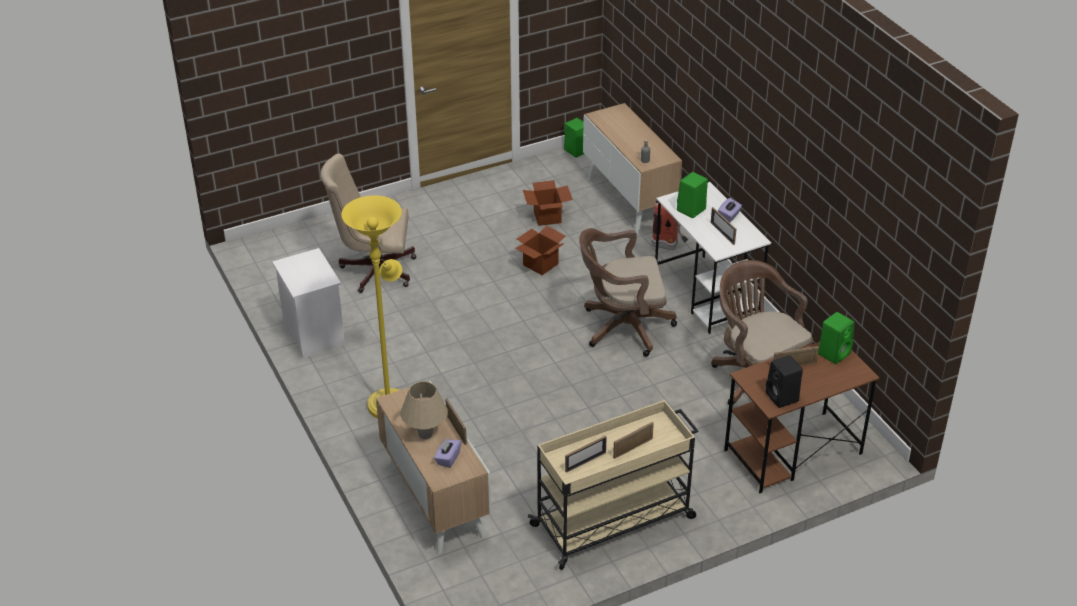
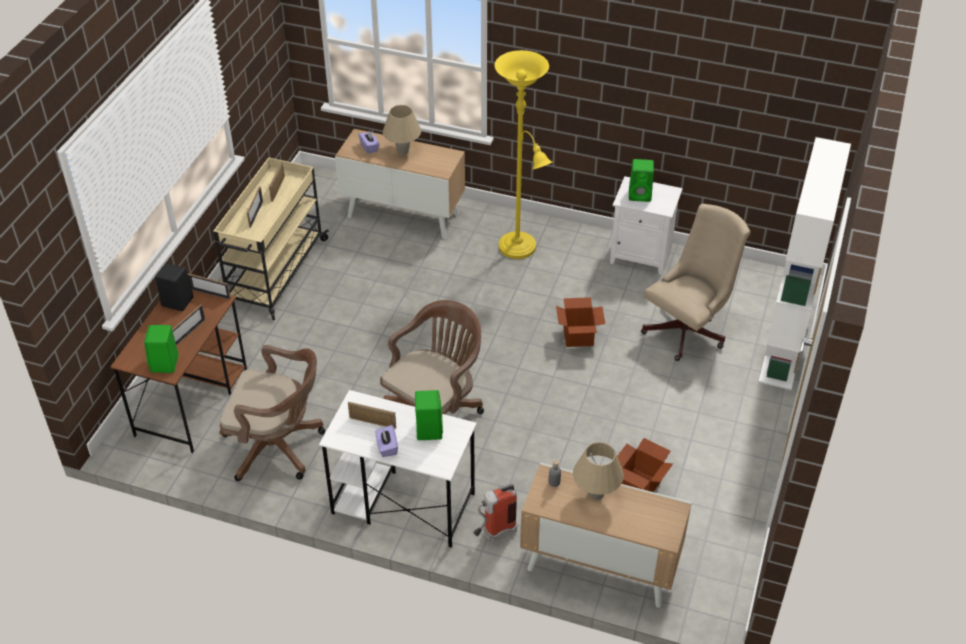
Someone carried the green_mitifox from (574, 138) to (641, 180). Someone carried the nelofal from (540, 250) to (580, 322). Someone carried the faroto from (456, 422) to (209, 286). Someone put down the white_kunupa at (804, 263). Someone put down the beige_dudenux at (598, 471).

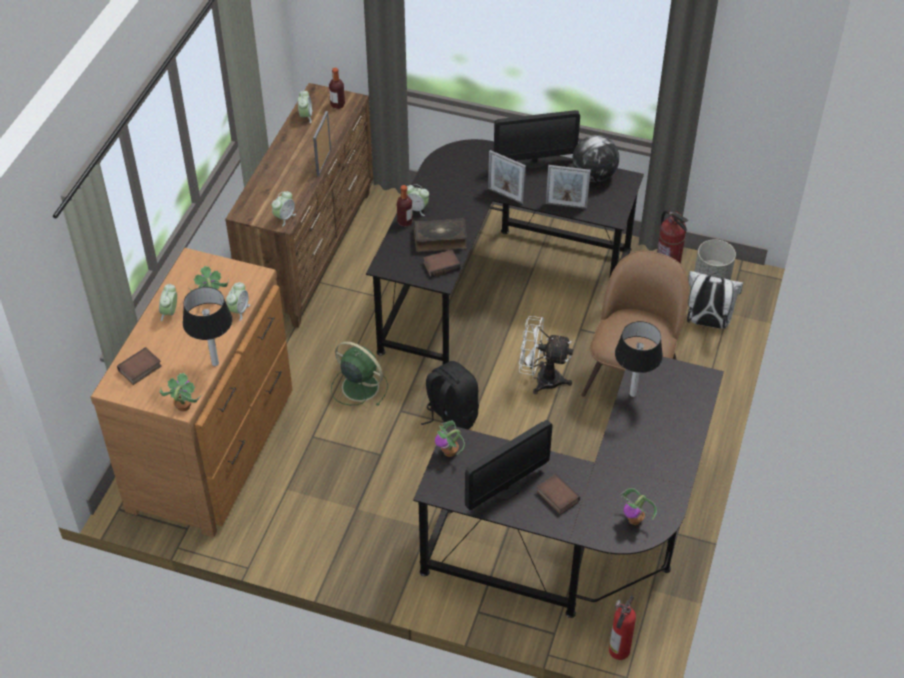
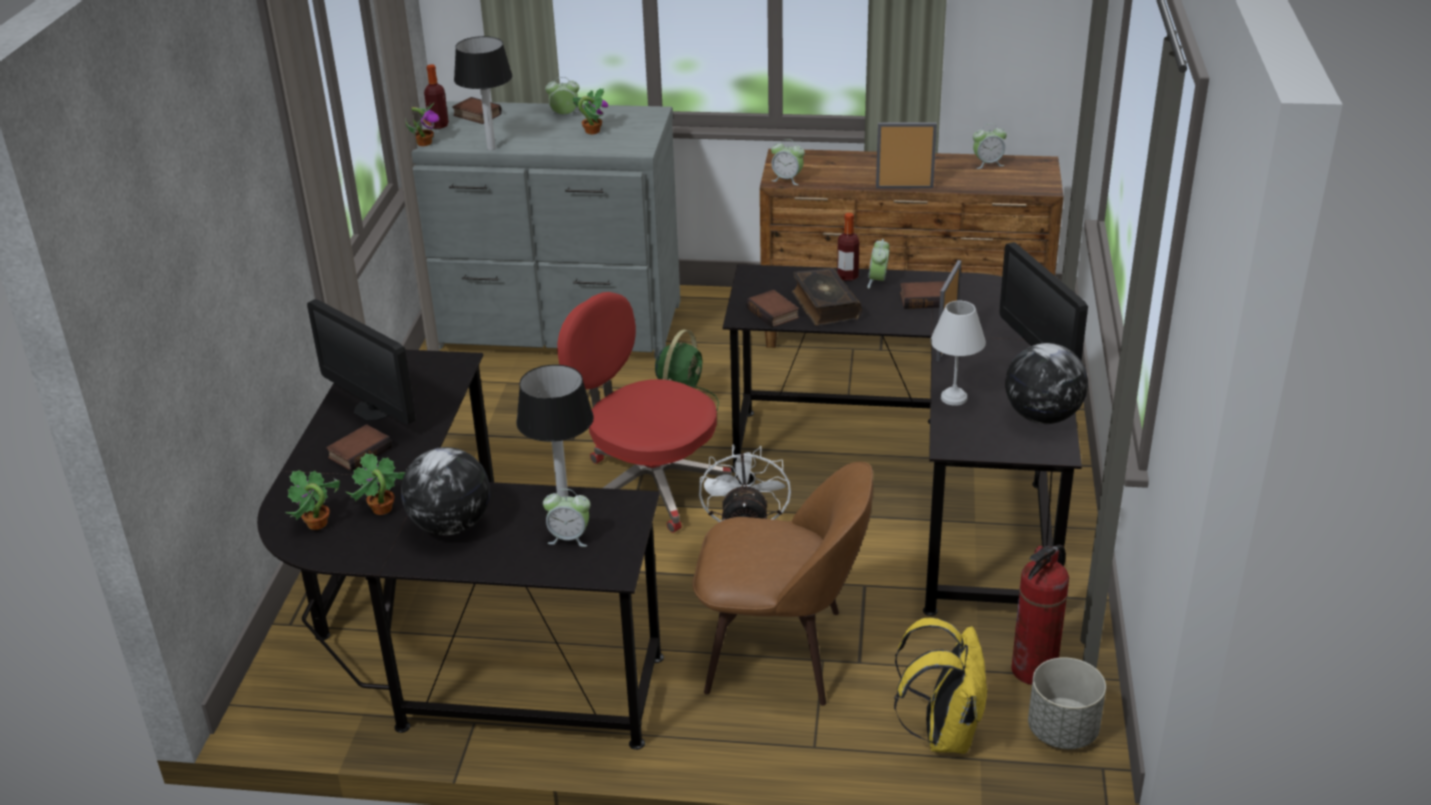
Someone carried the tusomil from (337, 88) to (436, 96). Someone swapped the faroto at (568, 187) for the white_dudenux at (958, 353). Someone repainted the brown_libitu at (192, 392), which became the grey_libitu at (545, 230). Someone repainted the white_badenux at (715, 300), which became the yellow_badenux at (941, 685). Someone carried the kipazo from (238, 301) to (566, 518). Someone swapped the black_badenux at (450, 396) for the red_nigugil at (644, 412). Someone carried the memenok from (450, 439) to (376, 484). Someone took away the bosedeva at (622, 628). Someone put down the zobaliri at (922, 295). Someone put down the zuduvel at (445, 491).

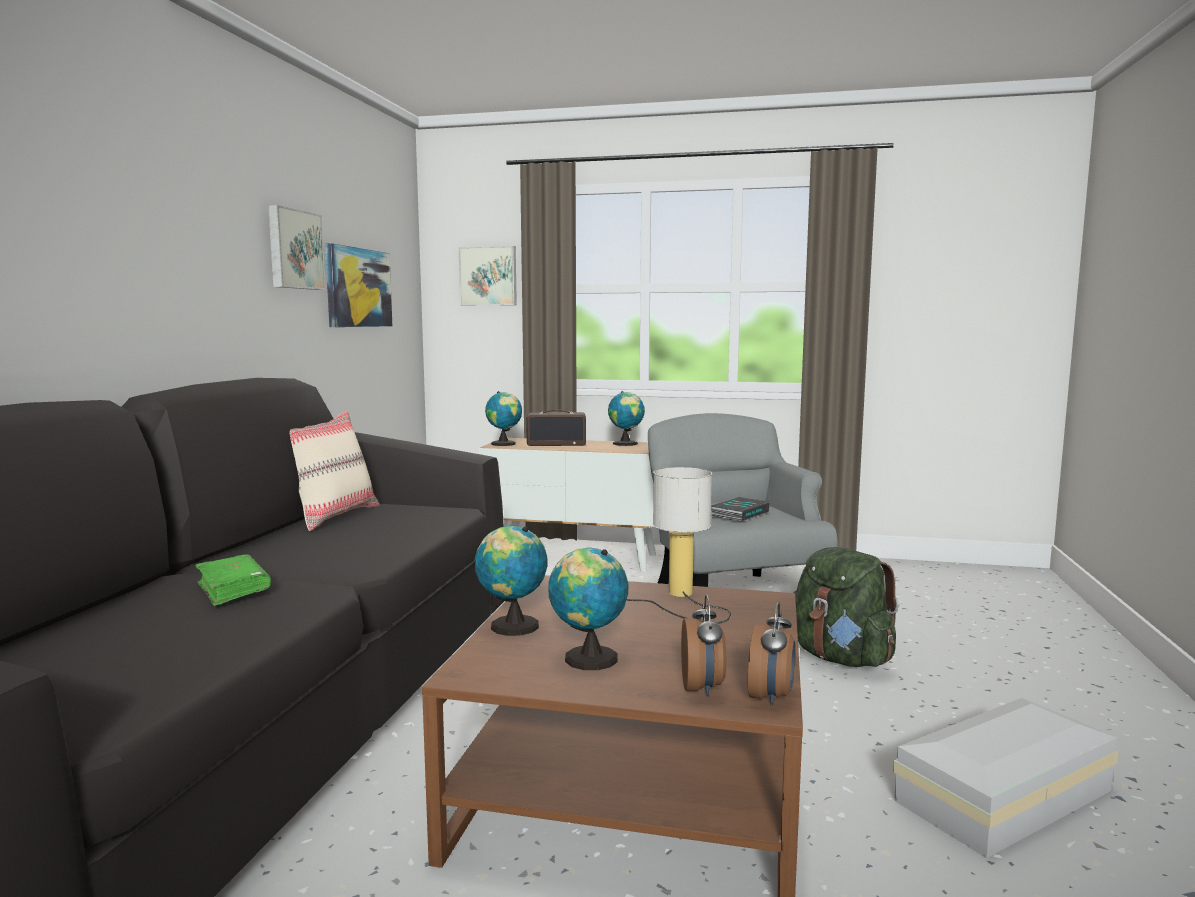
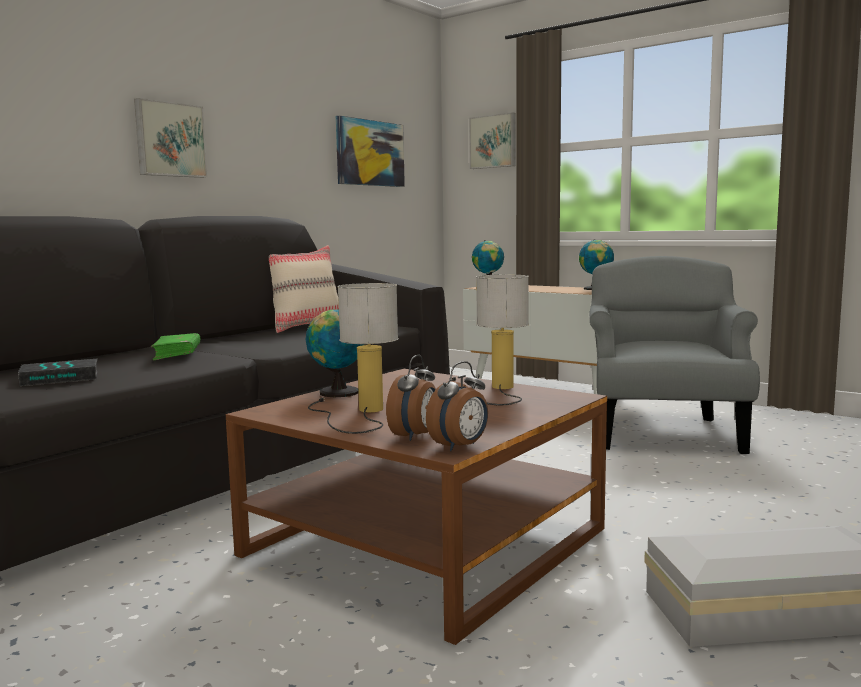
Someone carried the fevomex from (297, 247) to (171, 138). Someone took away the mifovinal at (556, 427). Someone carried the zobaliri from (740, 509) to (57, 372). Someone took away the green_badenux at (846, 607). Someone swapped the zuduvel at (588, 609) for the dudenux at (353, 358).

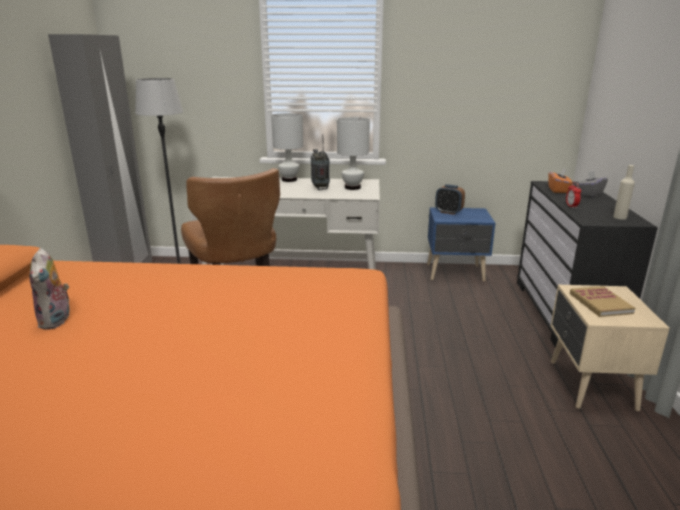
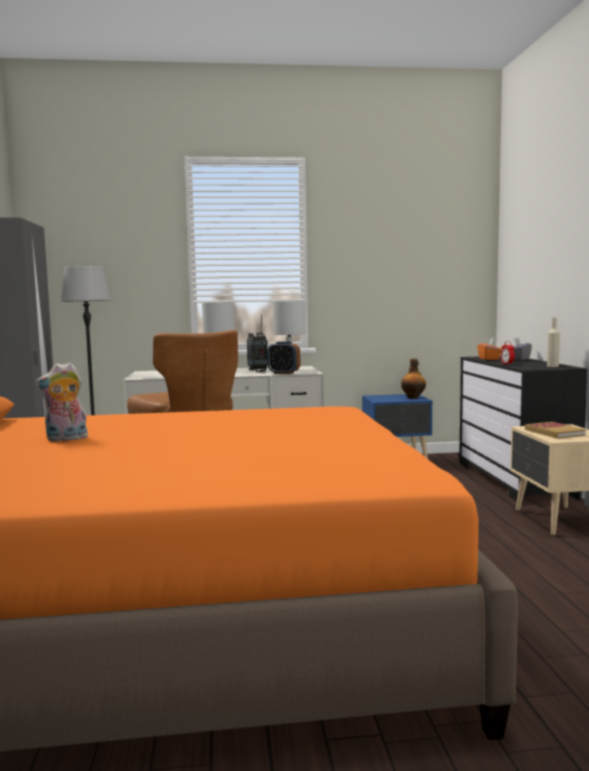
Someone carried the kipazo from (450, 199) to (284, 357). Someone rotated the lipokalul at (50, 289) by 90 degrees clockwise. Someone put down the tusomil at (413, 379).

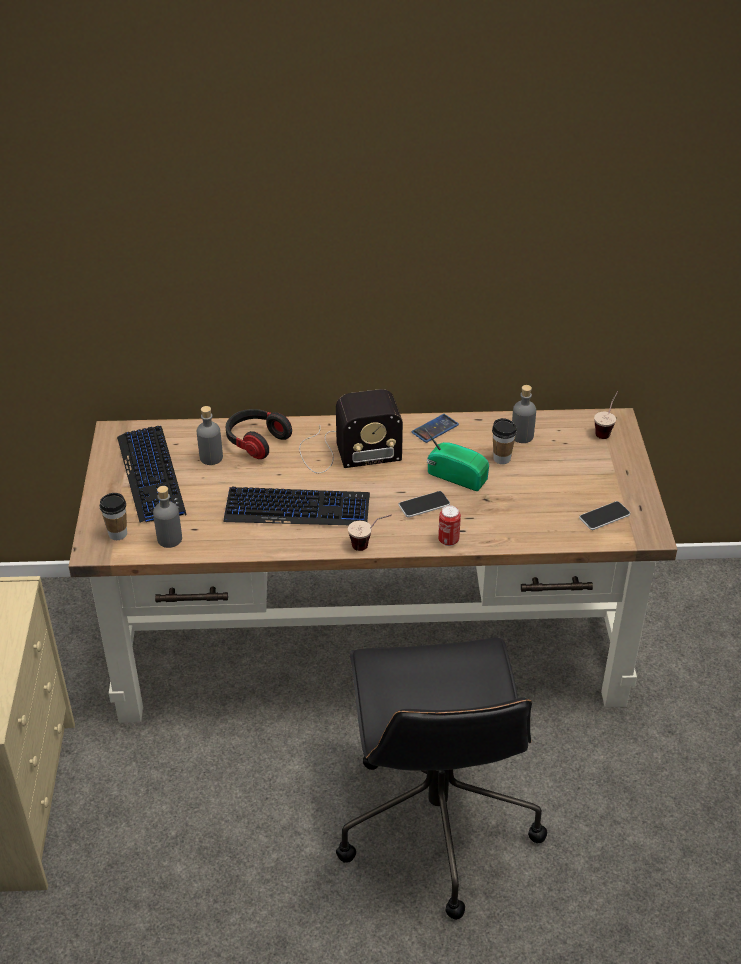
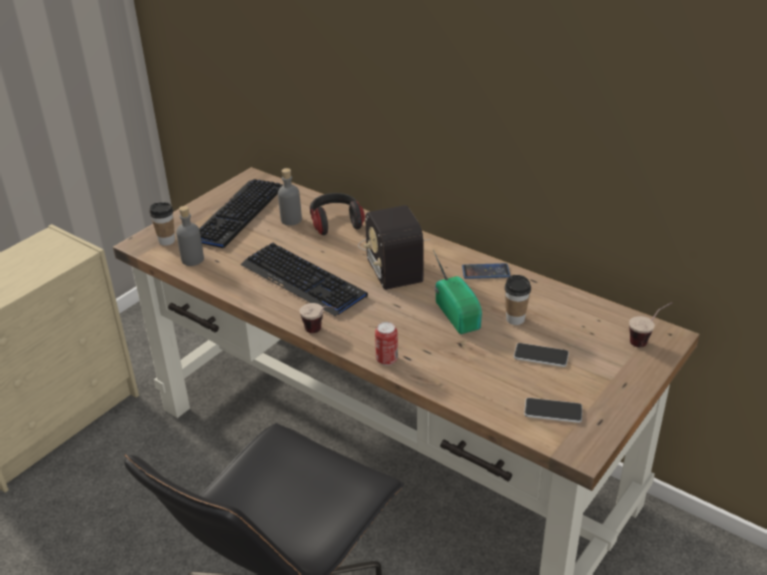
Someone took away the grey_tusomil at (524, 414). Someone rotated the mifovinal at (351, 431) by 45 degrees clockwise. Someone carried the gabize from (424, 504) to (541, 355).

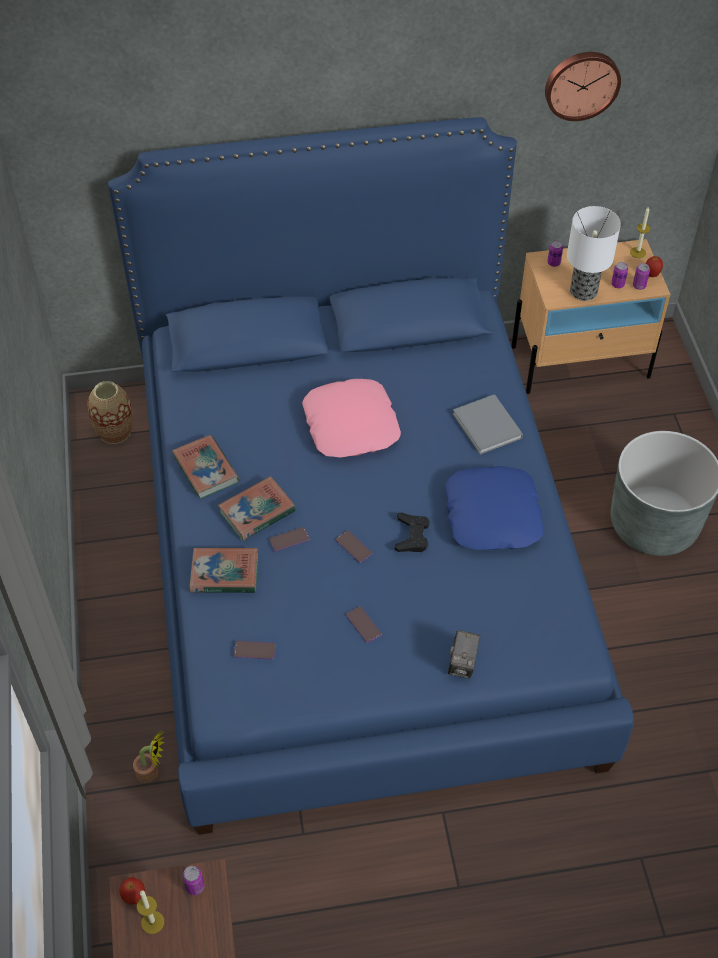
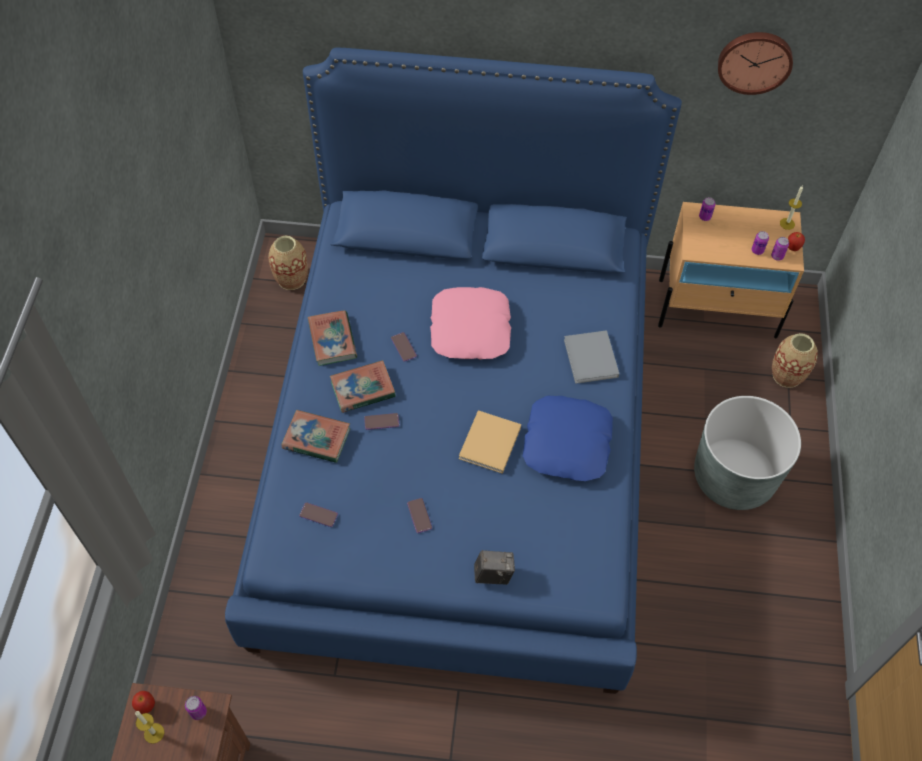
Someone took away the dudenux at (594, 253). Someone swapped the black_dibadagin at (412, 532) for the beige_zobaliri at (490, 442). Someone carried the gabize from (353, 546) to (404, 347). Someone rotated the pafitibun at (464, 654) by 120 degrees counterclockwise. Someone took away the memenok at (149, 756). Someone put down the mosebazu at (795, 360).

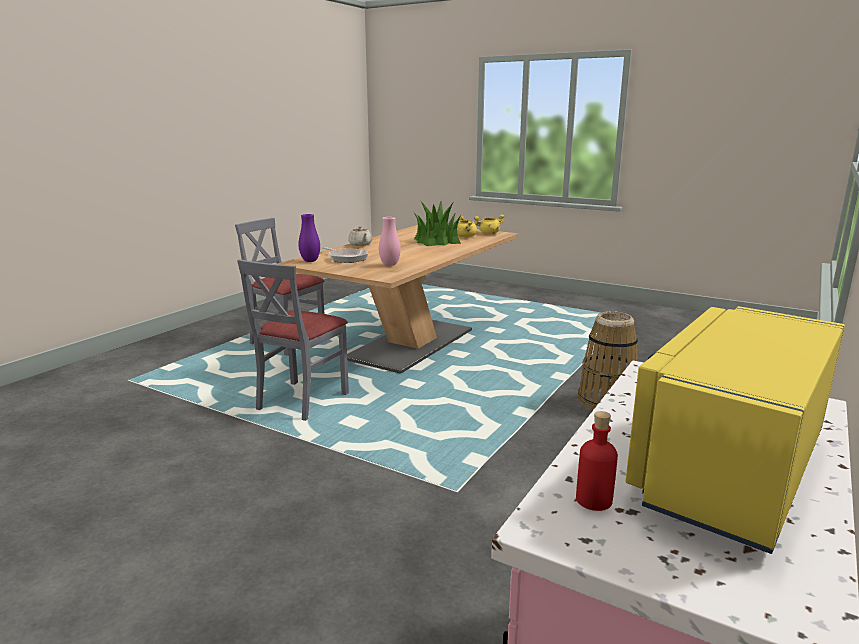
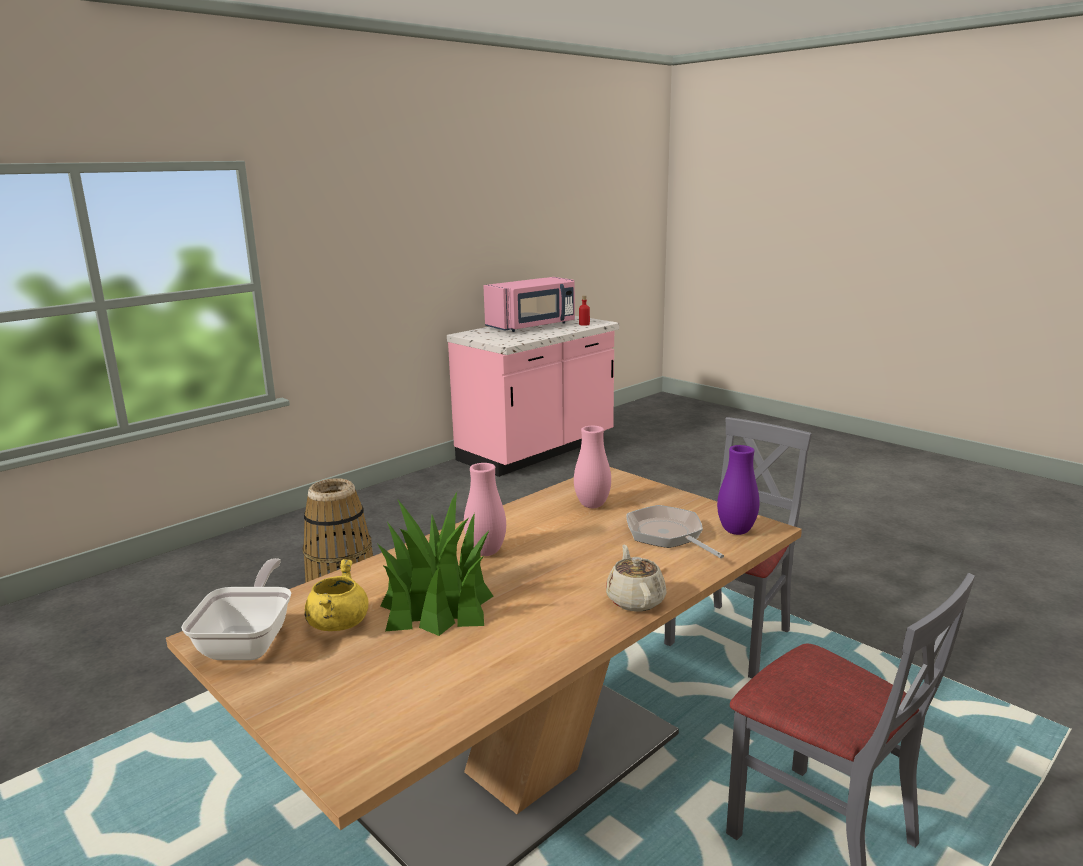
Someone swapped the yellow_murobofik at (488, 224) for the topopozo at (236, 609). Someone repainted the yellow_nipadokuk at (735, 430), which became the pink_nipadokuk at (529, 304). Someone put down the pink_mosebazu at (485, 509).

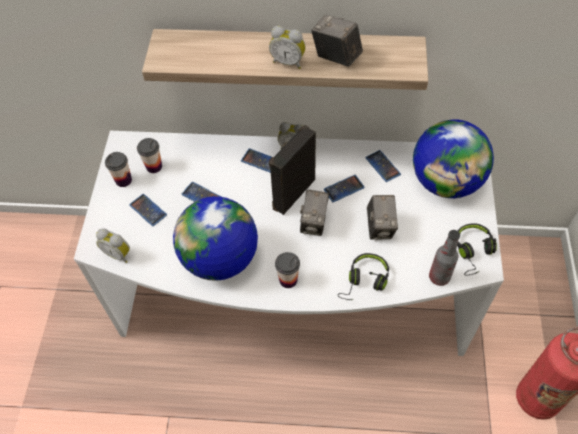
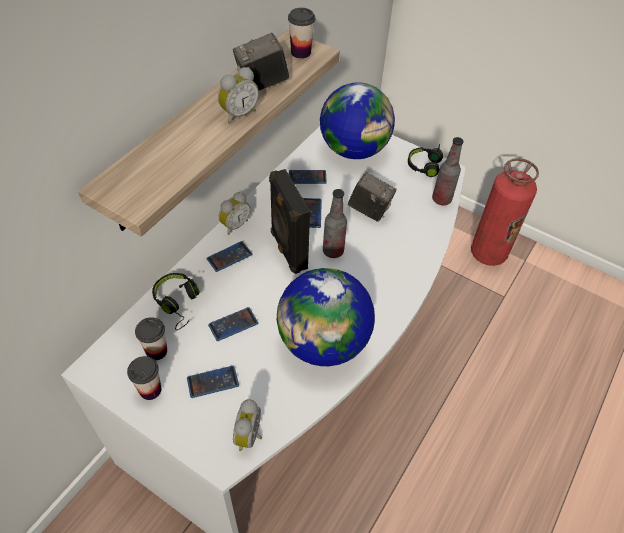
Someone swapped the pafitibun at (314, 212) for the tusomil at (335, 223). Someone rotated the kipazo at (113, 245) by 135 degrees clockwise. Someone carried the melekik from (287, 270) to (301, 33). Someone carried the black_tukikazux from (363, 276) to (175, 301).

